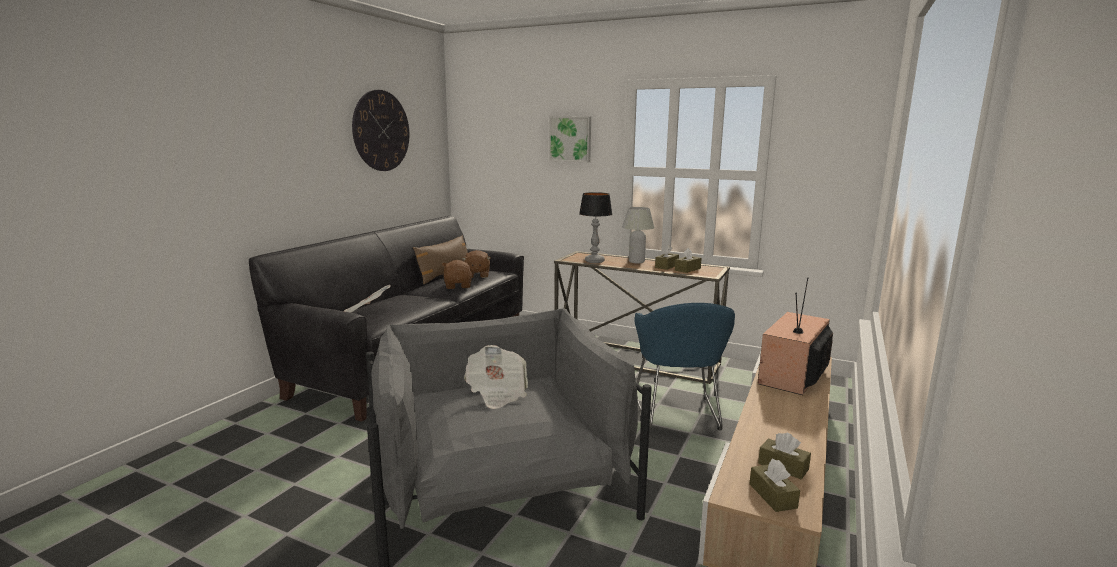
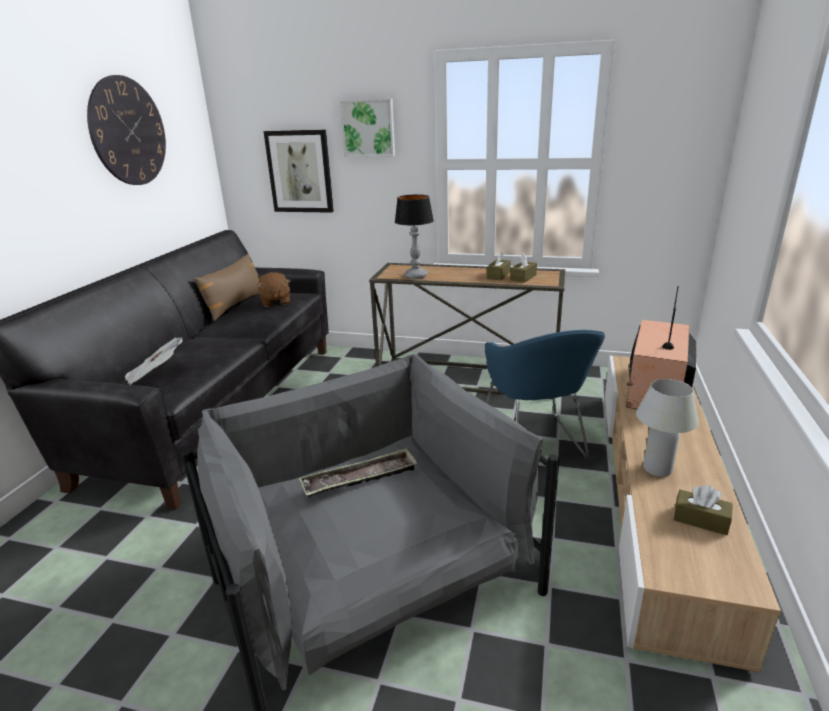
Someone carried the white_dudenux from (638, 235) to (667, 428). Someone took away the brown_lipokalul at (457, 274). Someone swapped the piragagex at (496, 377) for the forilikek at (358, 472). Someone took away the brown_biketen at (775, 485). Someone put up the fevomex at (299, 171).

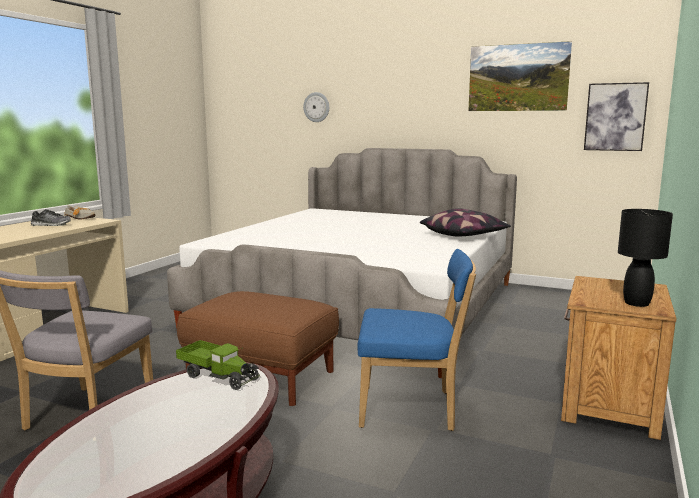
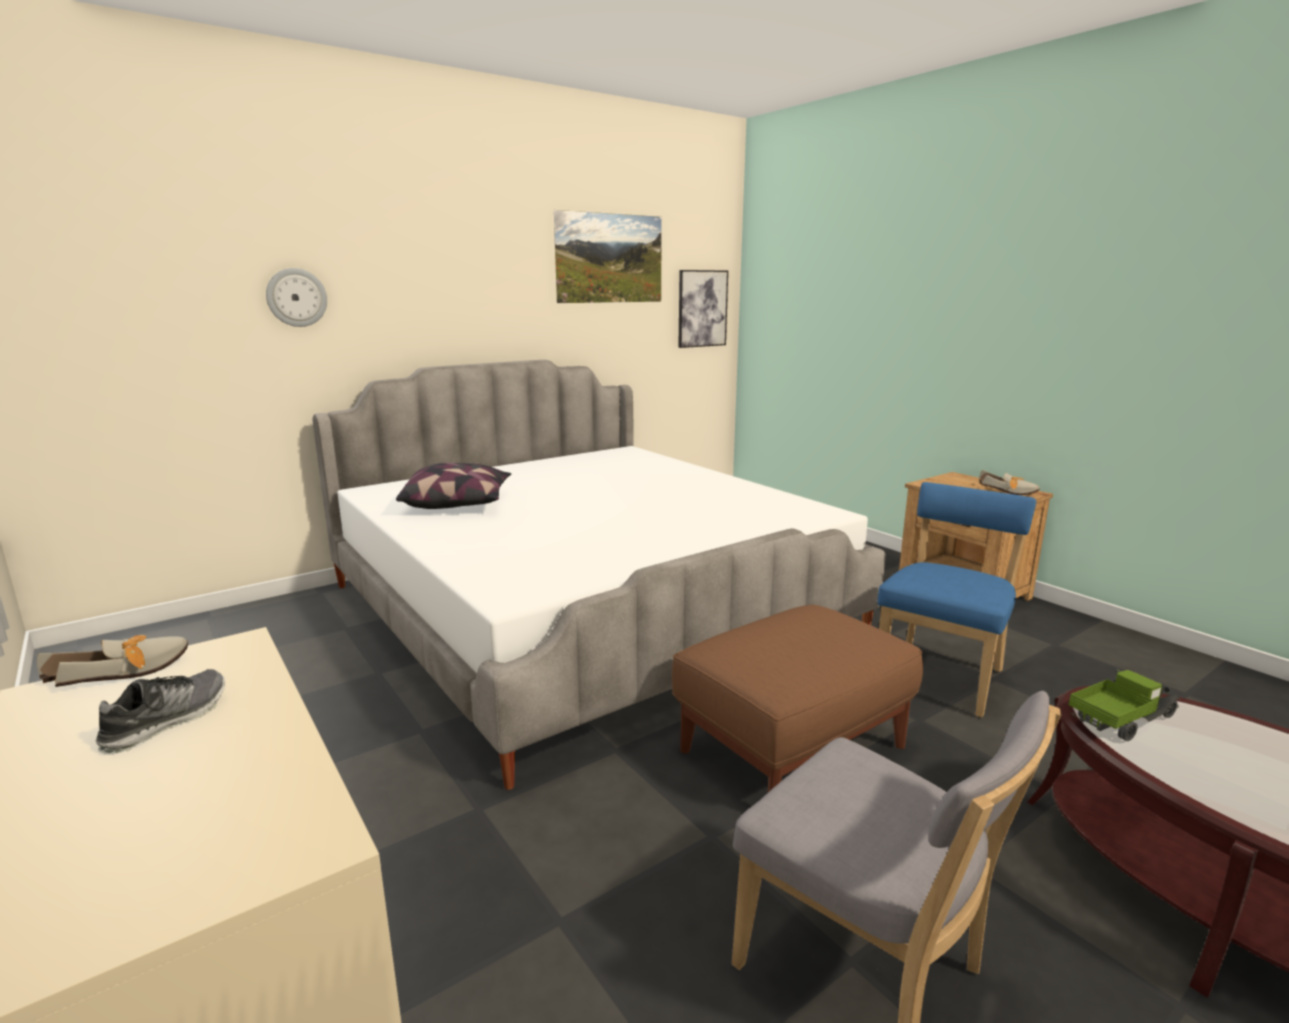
Someone carried the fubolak from (465, 223) to (453, 486). Someone swapped the black_dudenux at (645, 258) for the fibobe at (1009, 482).

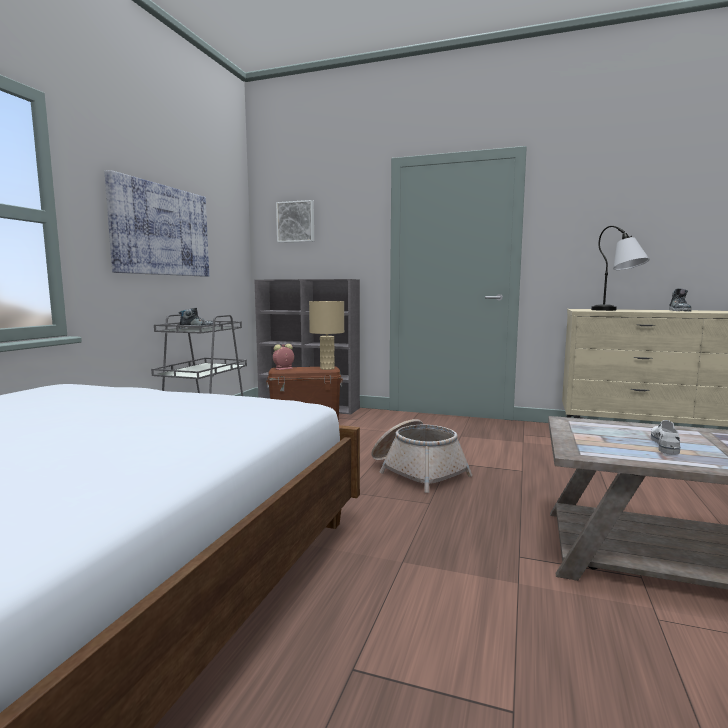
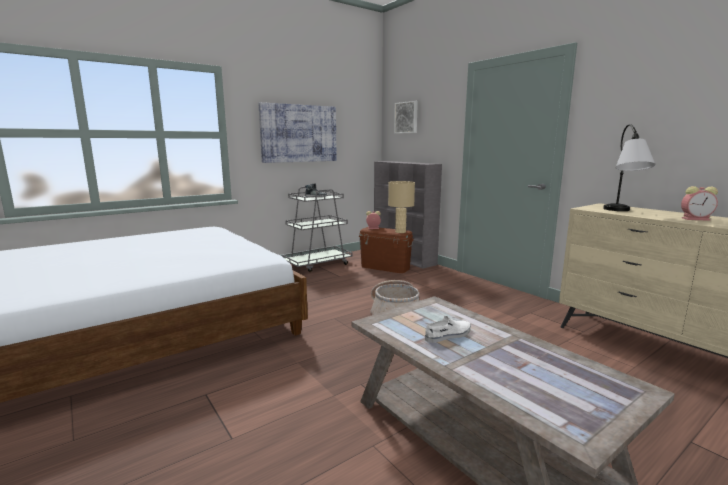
Someone swapped the fibobe at (680, 299) for the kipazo at (699, 203).

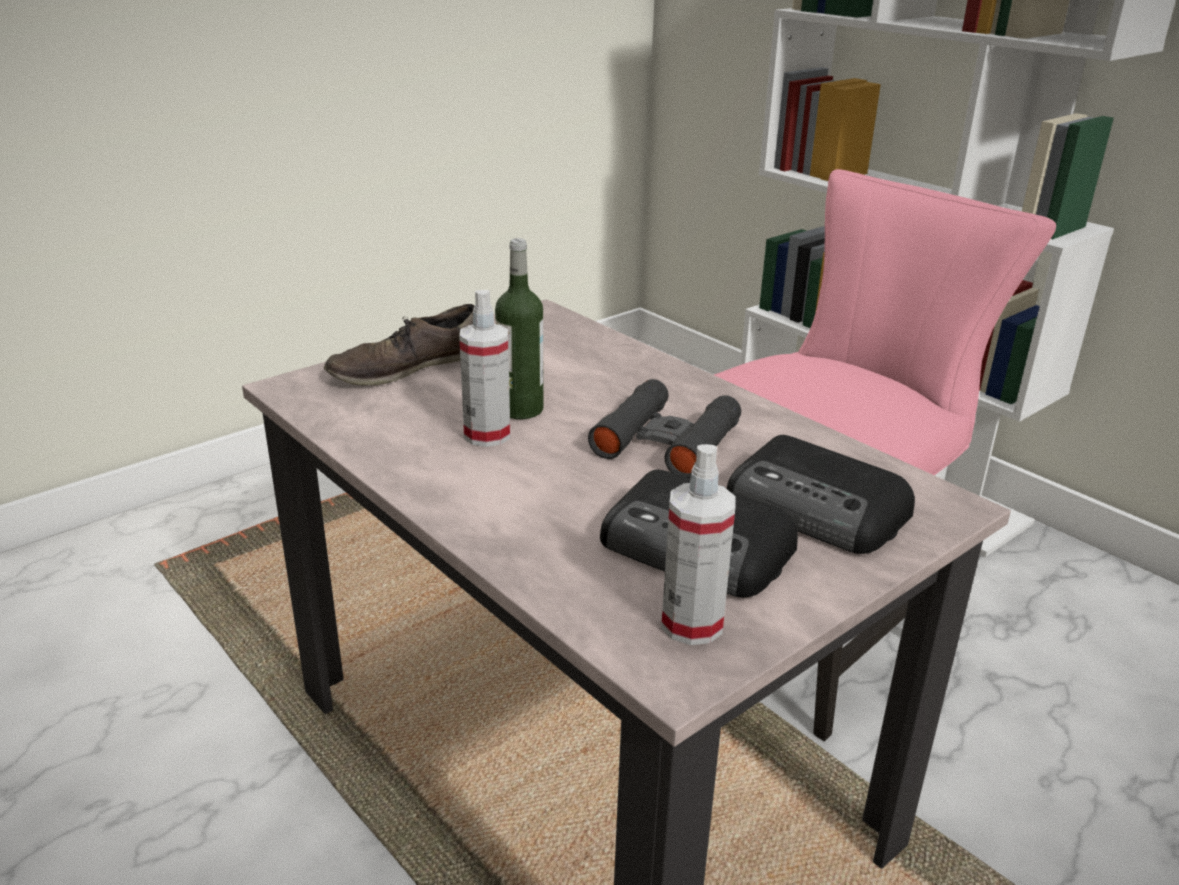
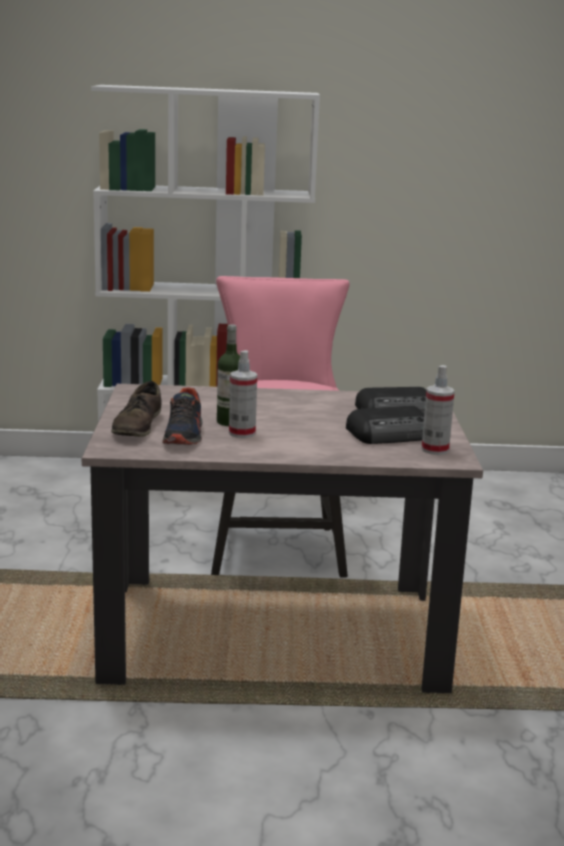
Someone took away the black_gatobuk at (664, 429). Someone put down the fibobe at (182, 416).

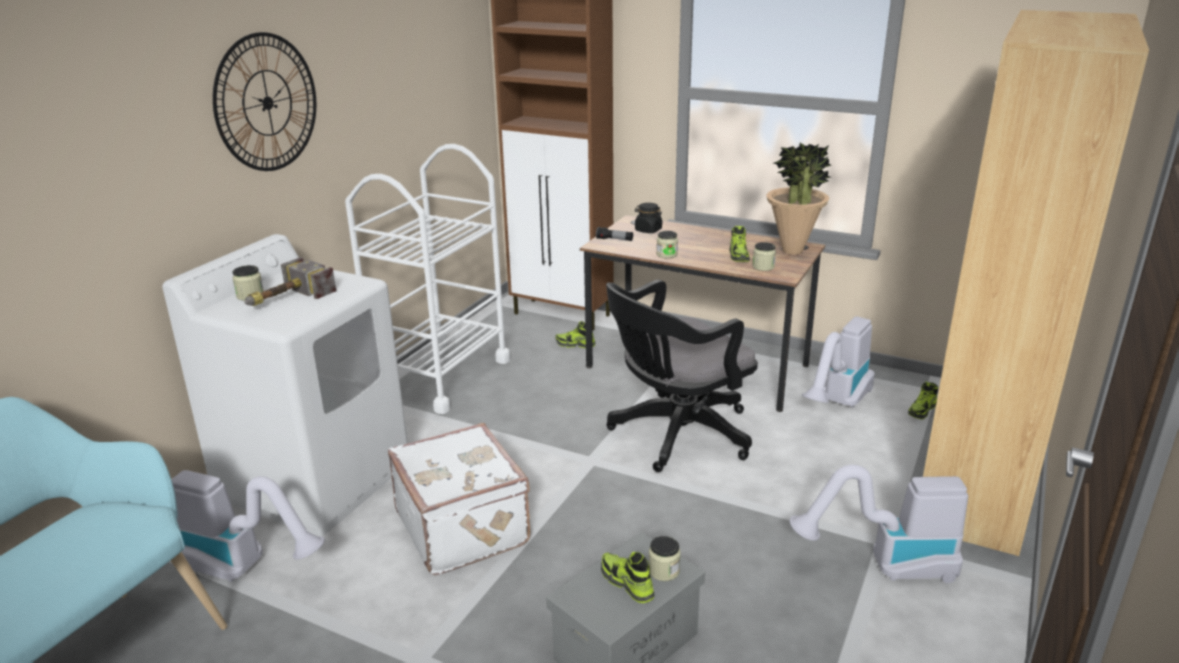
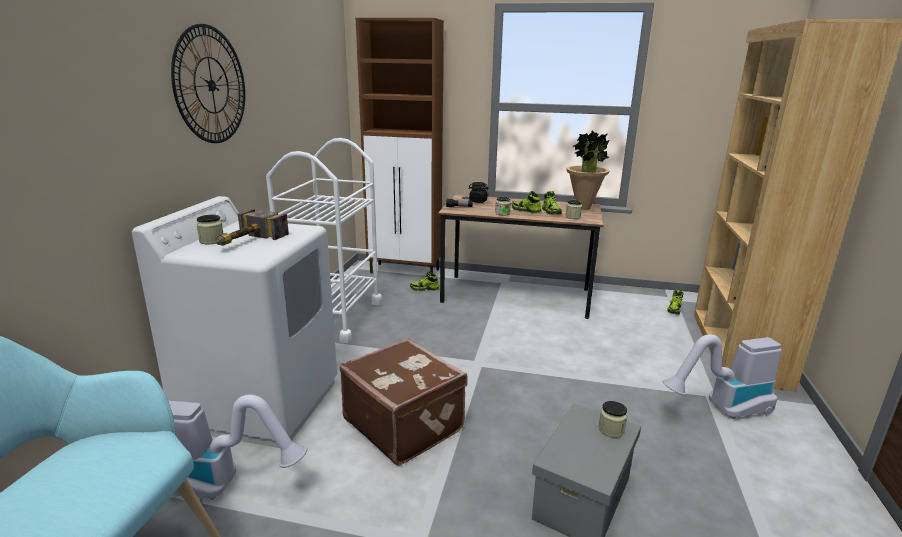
Someone took away the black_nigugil at (682, 375). Someone took away the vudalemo at (838, 362). Someone repainted the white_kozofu at (459, 499), which became the brown_kozofu at (404, 402). Someone carried the fibobe from (628, 577) to (526, 202).

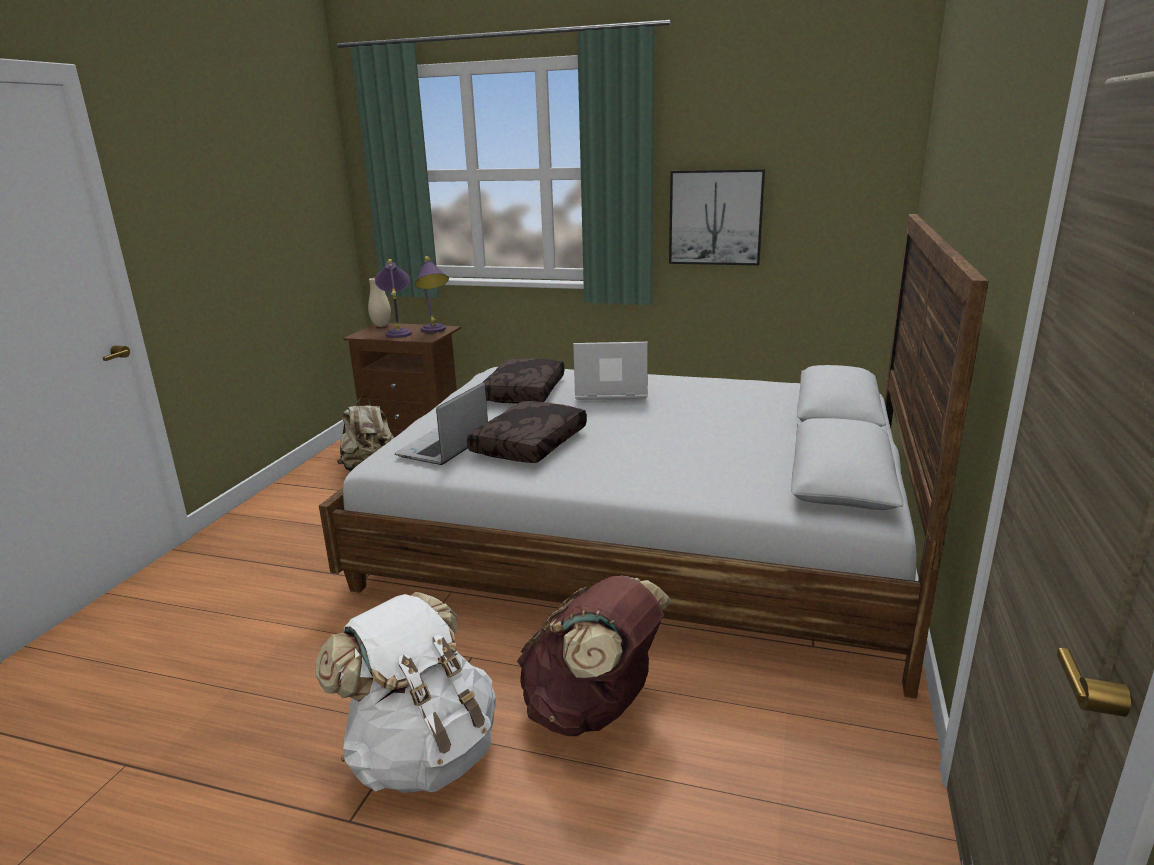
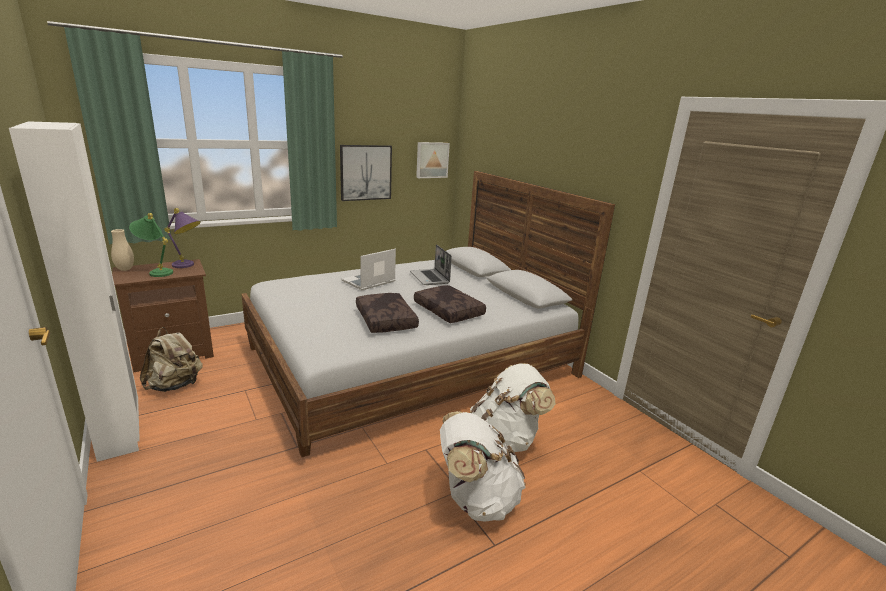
Someone repainted the purple_dudenux at (393, 298), which became the green_dudenux at (151, 245). Someone carried the brown_fubolak from (523, 380) to (450, 304). Someone carried the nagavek from (441, 423) to (431, 264). Someone repainted the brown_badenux at (594, 656), which became the white_badenux at (513, 407). Someone put down the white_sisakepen at (74, 291). Someone put up the fevomex at (433, 160).

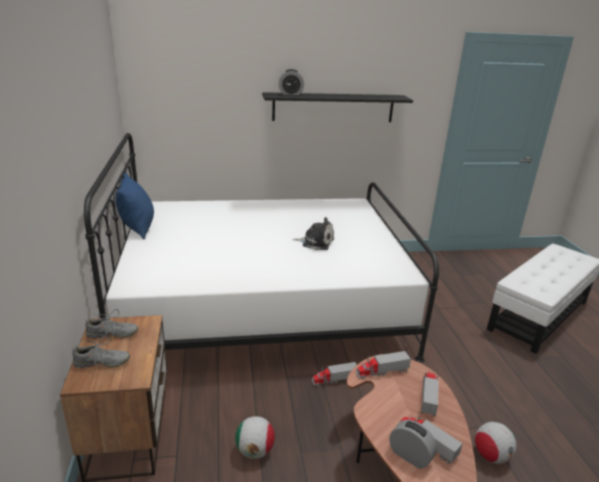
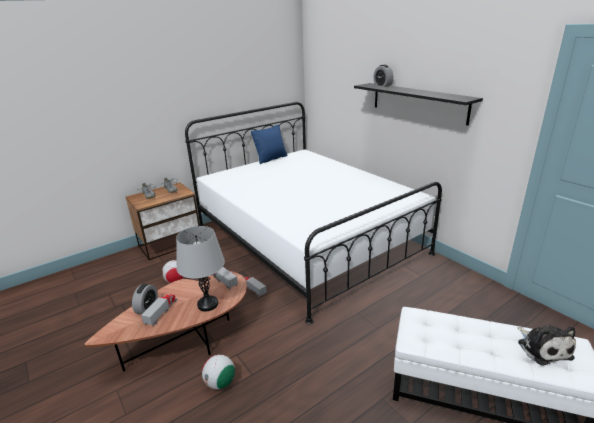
Someone carried the lipokalul from (313, 233) to (547, 345). Someone swapped the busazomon at (430, 394) for the grey_dudenux at (200, 269).

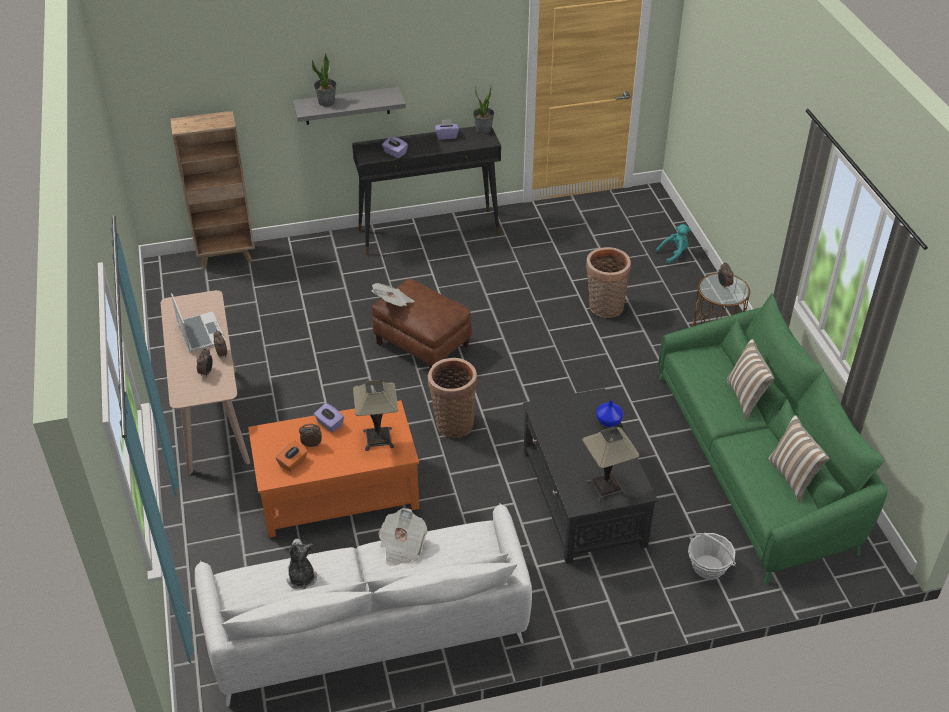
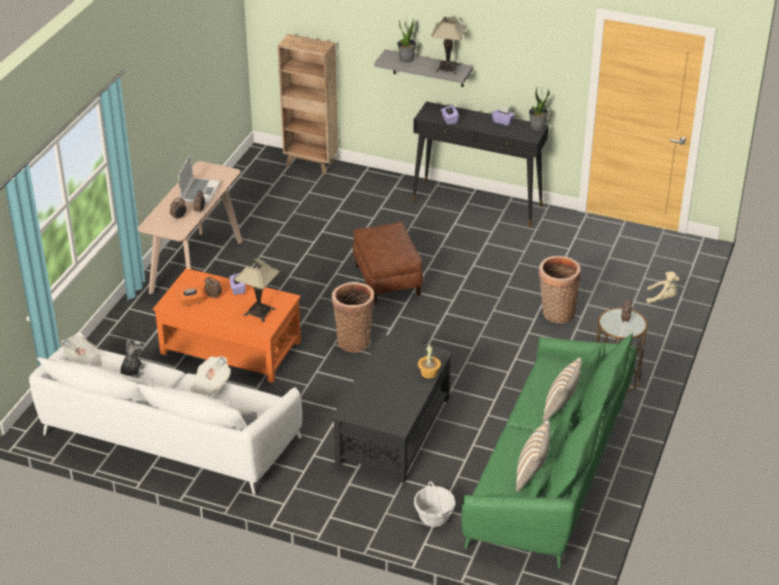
Someone repainted the turquoise_lipokalul at (673, 244), which became the beige_lipokalul at (662, 288). Someone carried the piragagex from (392, 295) to (81, 351). Someone swapped the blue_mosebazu at (609, 413) for the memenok at (429, 361). Someone carried the dudenux from (611, 464) to (449, 46).

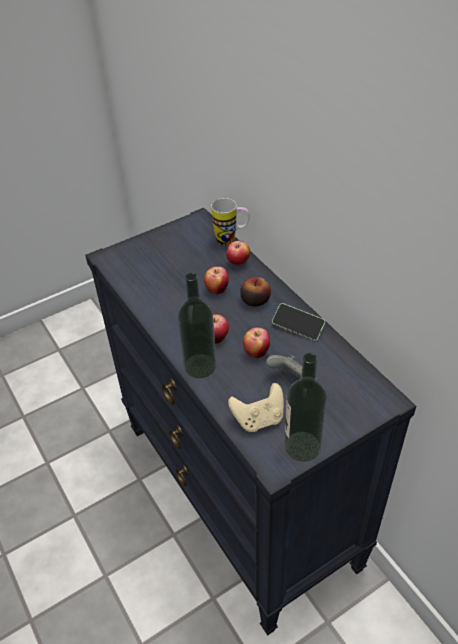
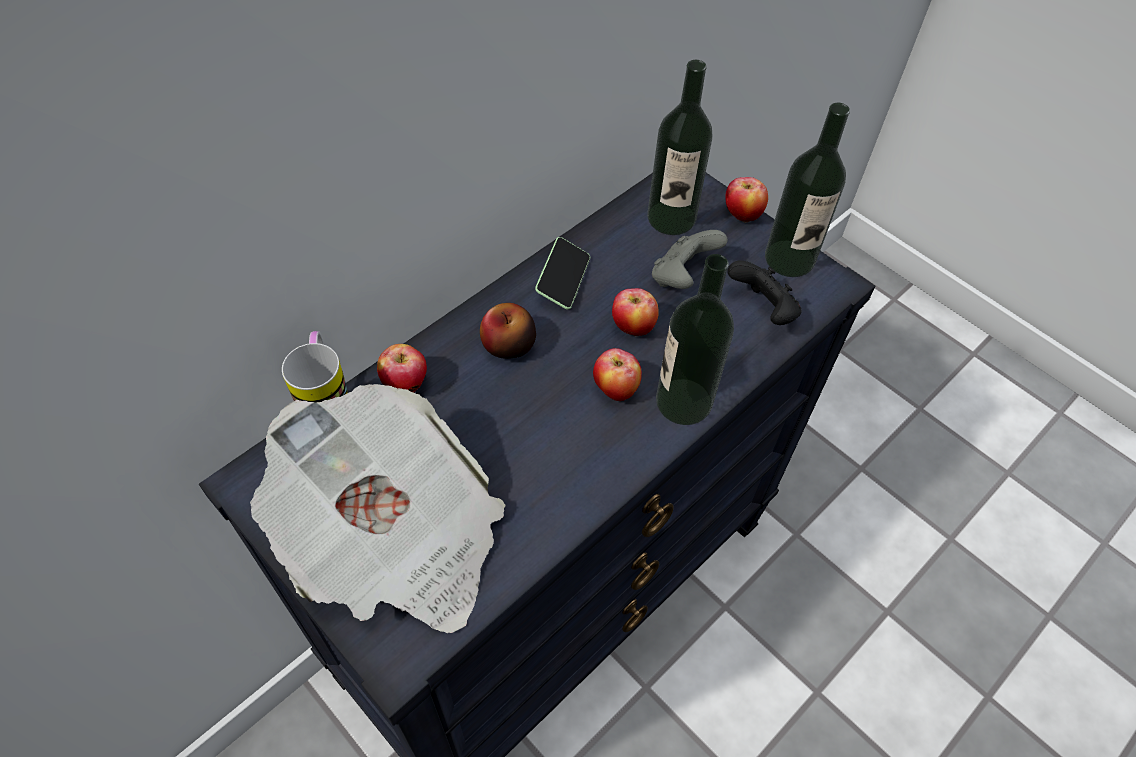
Someone carried the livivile from (216, 280) to (746, 200). Someone repainted the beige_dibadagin at (256, 407), which became the black_dibadagin at (764, 293). Someone put down the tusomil at (679, 147). Someone put down the piragagex at (377, 509).

